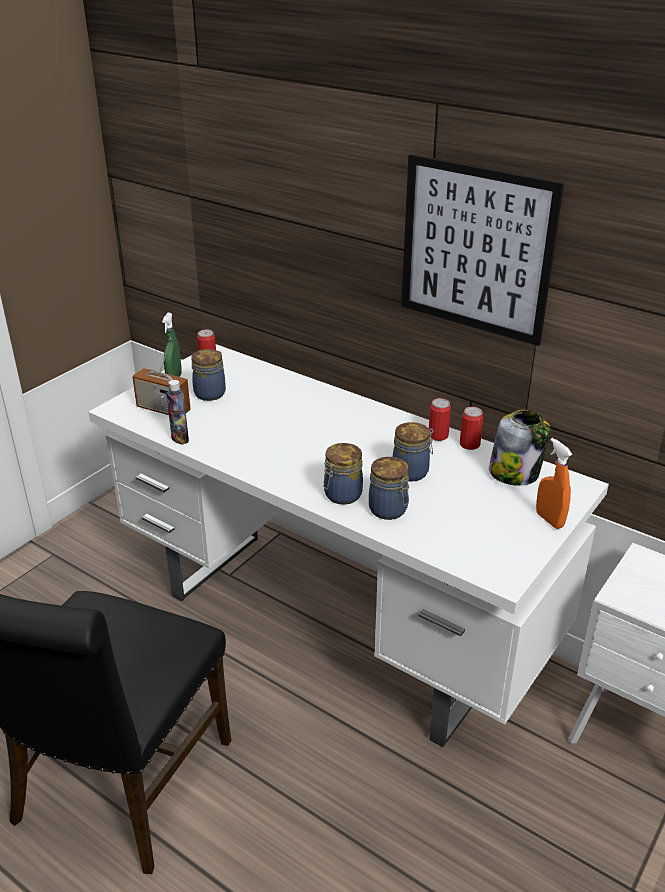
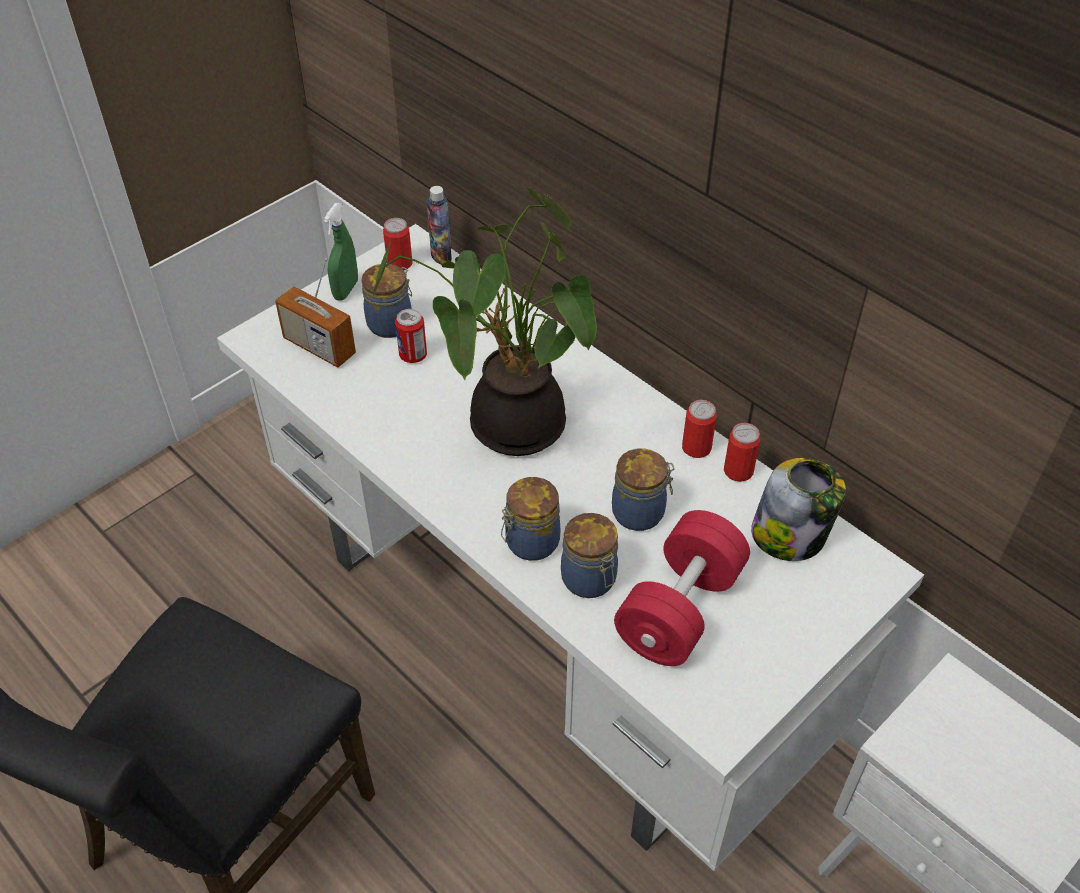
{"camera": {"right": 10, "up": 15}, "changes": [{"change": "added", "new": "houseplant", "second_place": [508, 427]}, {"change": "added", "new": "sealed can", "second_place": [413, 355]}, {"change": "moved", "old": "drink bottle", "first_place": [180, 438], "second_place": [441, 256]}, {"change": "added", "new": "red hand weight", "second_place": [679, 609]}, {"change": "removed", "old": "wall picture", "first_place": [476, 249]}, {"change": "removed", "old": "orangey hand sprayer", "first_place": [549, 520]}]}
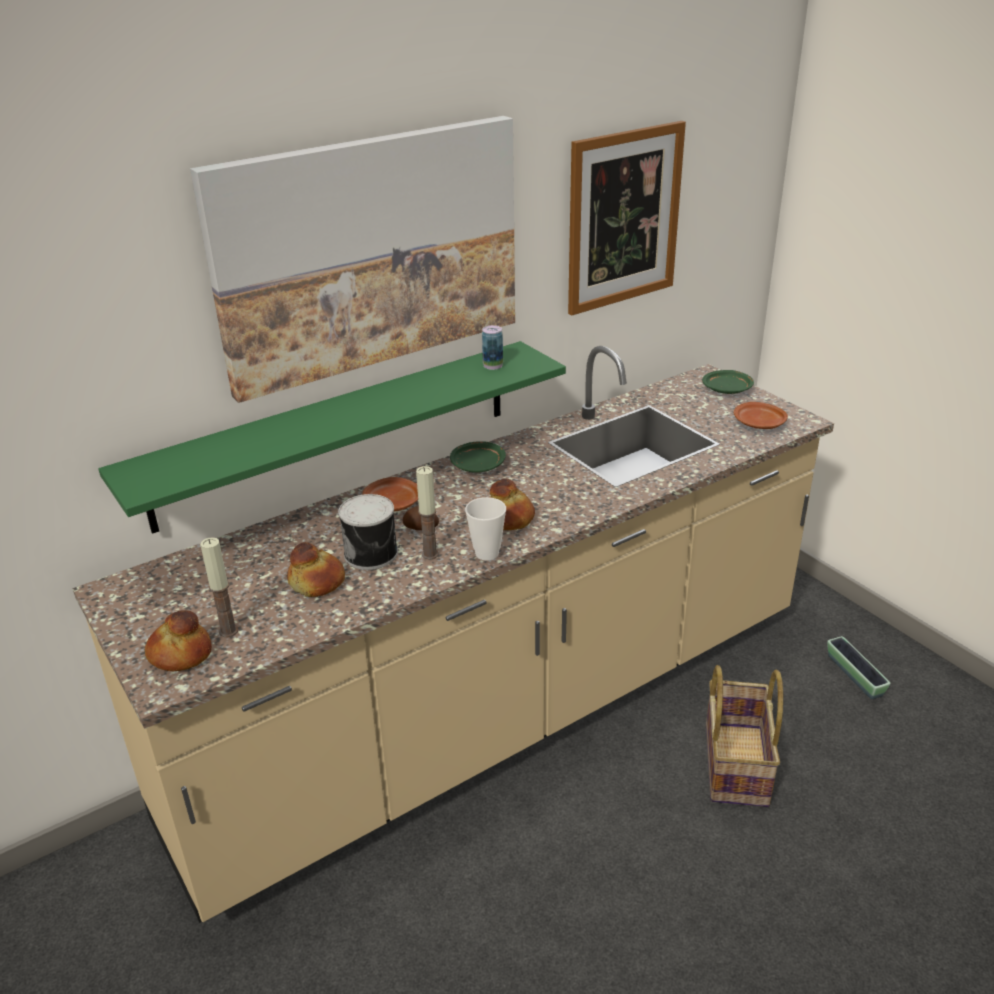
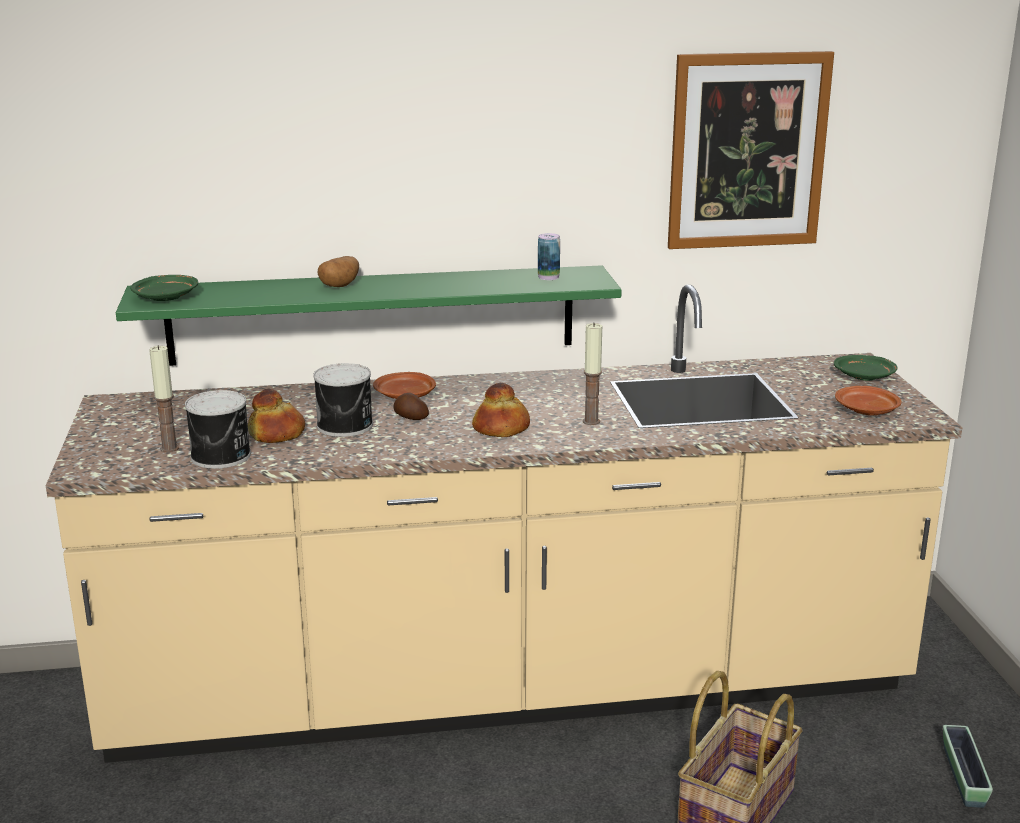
{"camera": {"right": 25, "up": -10}, "changes": [{"change": "moved", "old": "green flat dish", "first_place": [478, 465], "second_place": [166, 297]}, {"change": "added", "new": "sealed can", "second_place": [222, 456]}, {"change": "added", "new": "whole potato", "second_place": [340, 285]}, {"change": "moved", "old": "candle", "first_place": [430, 554], "second_place": [591, 421]}, {"change": "removed", "old": "bakery bread", "first_place": [179, 654]}, {"change": "removed", "old": "wall picture", "first_place": [369, 253]}, {"change": "removed", "old": "small cup", "first_place": [487, 553]}]}
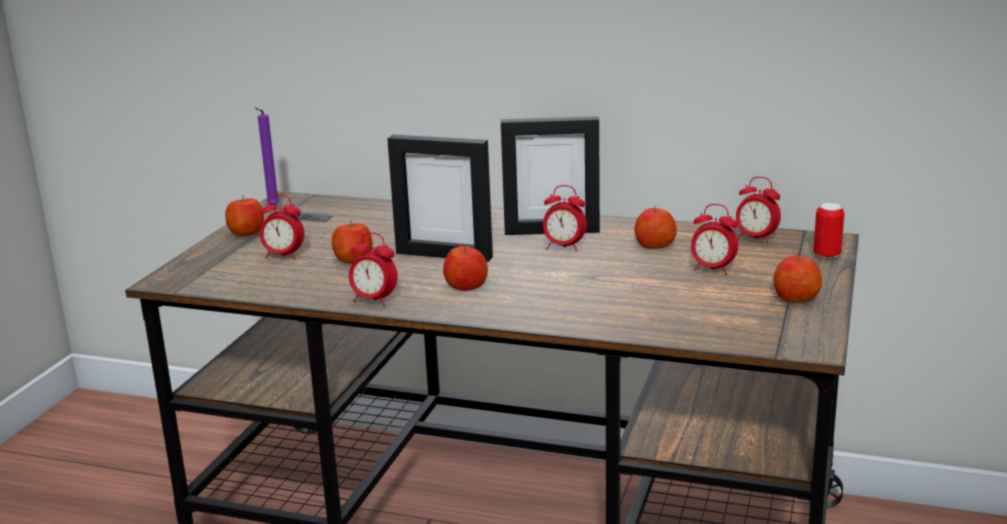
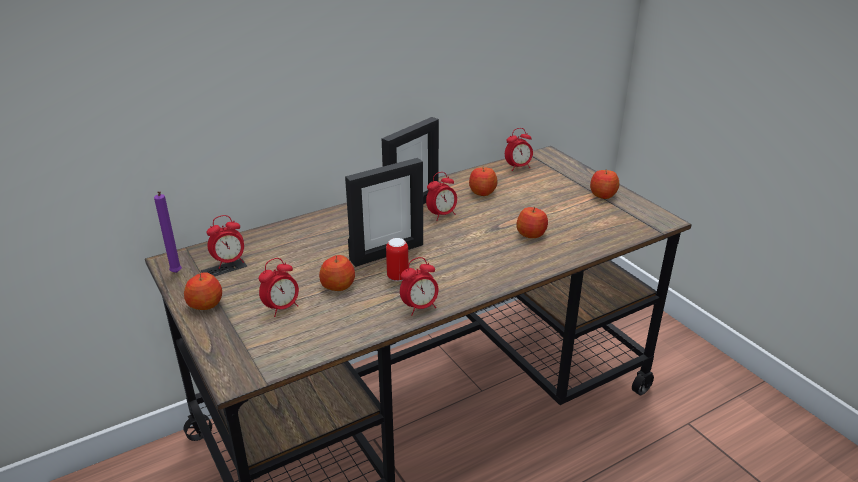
{"camera": {"right": -50, "up": 10}, "changes": [{"change": "moved", "old": "table clock", "first_place": [712, 270], "second_place": [229, 262]}, {"change": "moved", "old": "sealed can", "first_place": [827, 255], "second_place": [397, 277]}, {"change": "moved", "old": "whole apple", "first_place": [466, 286], "second_place": [531, 234]}]}
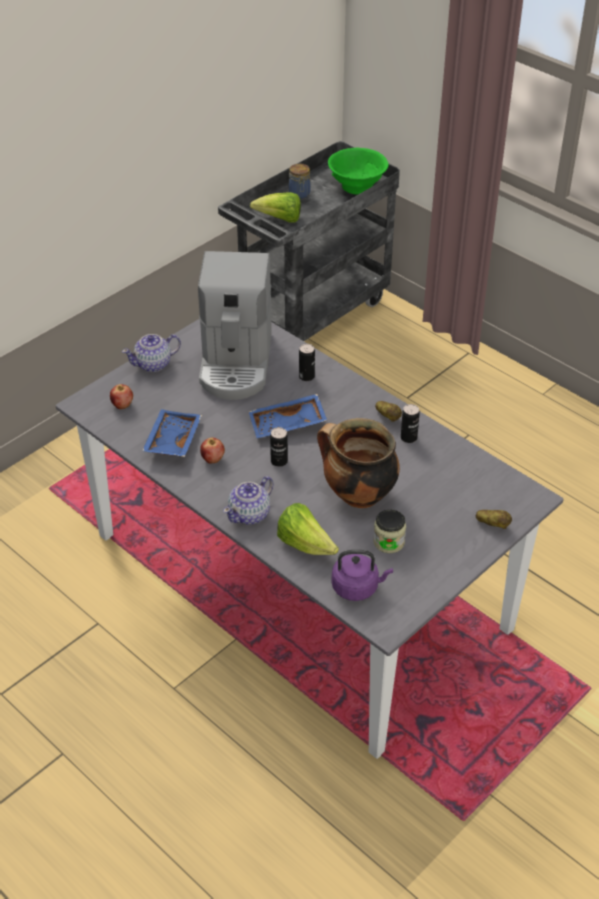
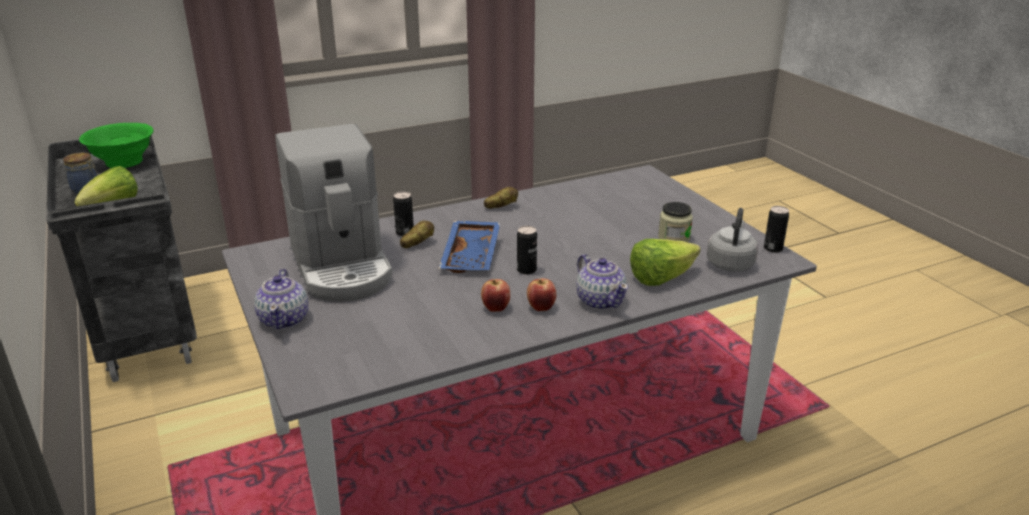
{"camera": {"right": -70, "up": -15}, "changes": [{"change": "turned", "old": "coffee brewer", "first_place": [236, 363], "second_place": [342, 266], "degrees": 45}, {"change": "moved", "old": "whole potato", "first_place": [493, 524], "second_place": [417, 244]}, {"change": "moved", "old": "whole apple", "first_place": [122, 405], "second_place": [541, 307]}, {"change": "recoloured", "old": "purple-coloured tea kettle", "new": "gray tea kettle", "first_place": [357, 587], "second_place": [730, 263]}, {"change": "moved", "old": "sealed can", "first_place": [408, 438], "second_place": [773, 248]}, {"change": "removed", "old": "blue carrying tray", "first_place": [171, 440]}, {"change": "removed", "old": "saucepot", "first_place": [357, 495]}]}
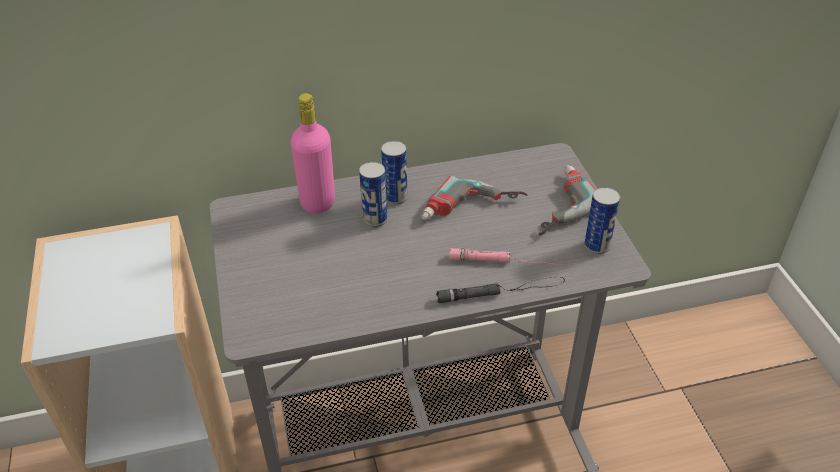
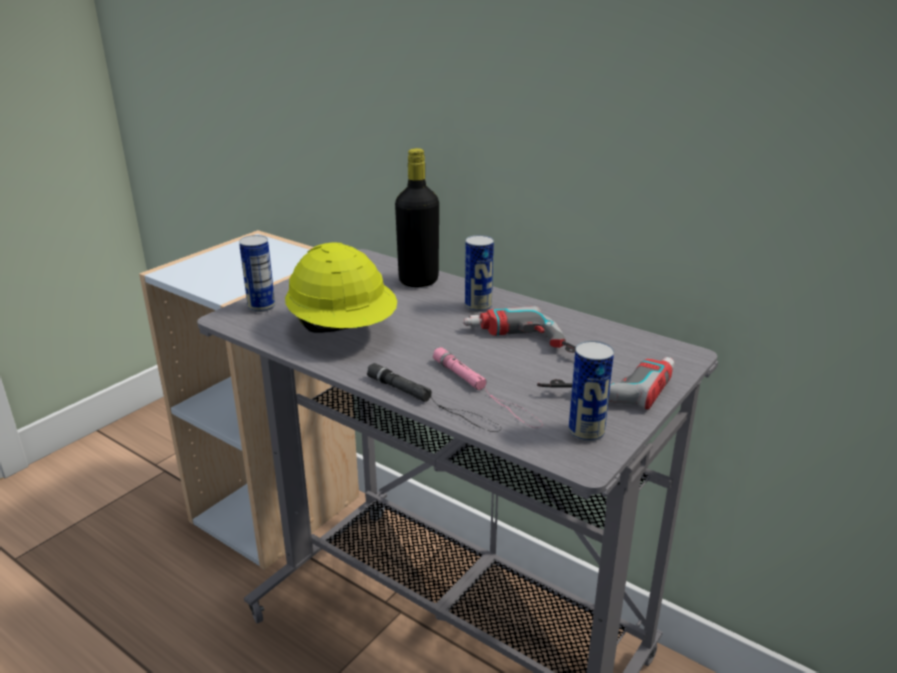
{"camera": {"right": 50, "up": -15}, "changes": [{"change": "moved", "old": "sealed can", "first_place": [375, 220], "second_place": [261, 306]}, {"change": "added", "new": "yellow-coloured work helmet", "second_place": [343, 330]}, {"change": "recoloured", "old": "pink-coloured drink bottle", "new": "blackish drink bottle", "first_place": [318, 203], "second_place": [418, 281]}]}
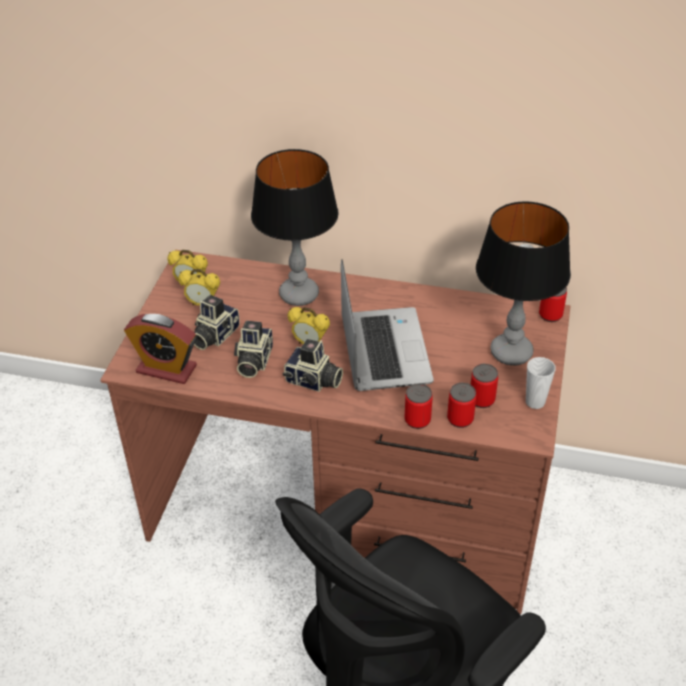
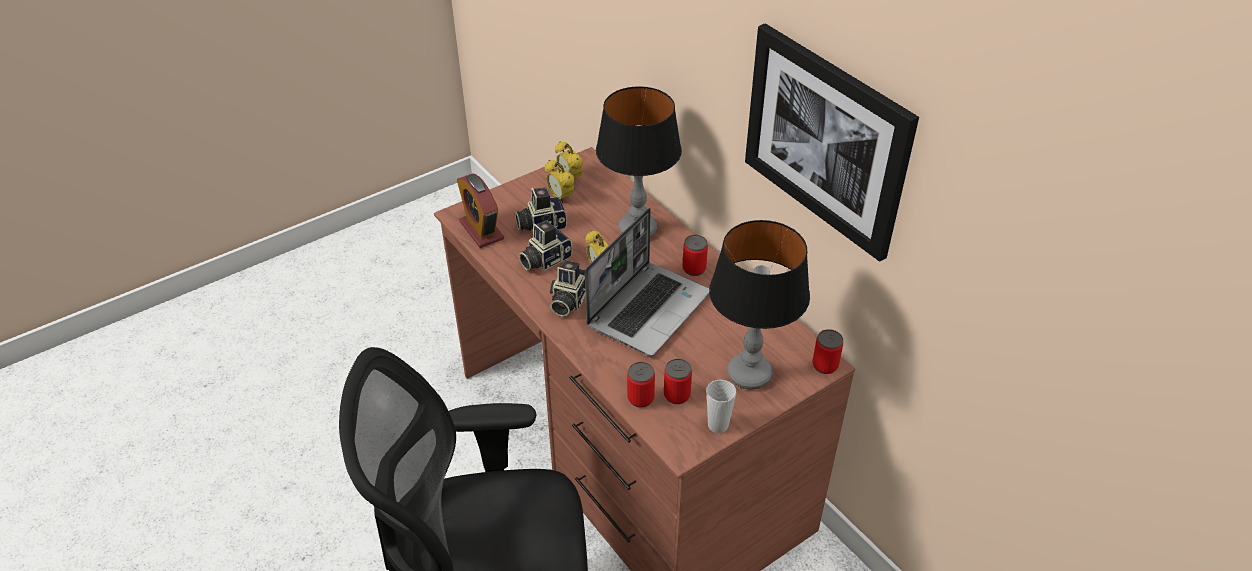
{"camera": {"right": 40, "up": 0}, "changes": [{"change": "turned", "old": "still camera", "first_place": [313, 381], "second_place": [568, 300], "degrees": 45}, {"change": "moved", "old": "sealed can", "first_place": [417, 420], "second_place": [694, 269]}, {"change": "added", "new": "wall picture", "second_place": [826, 140]}]}
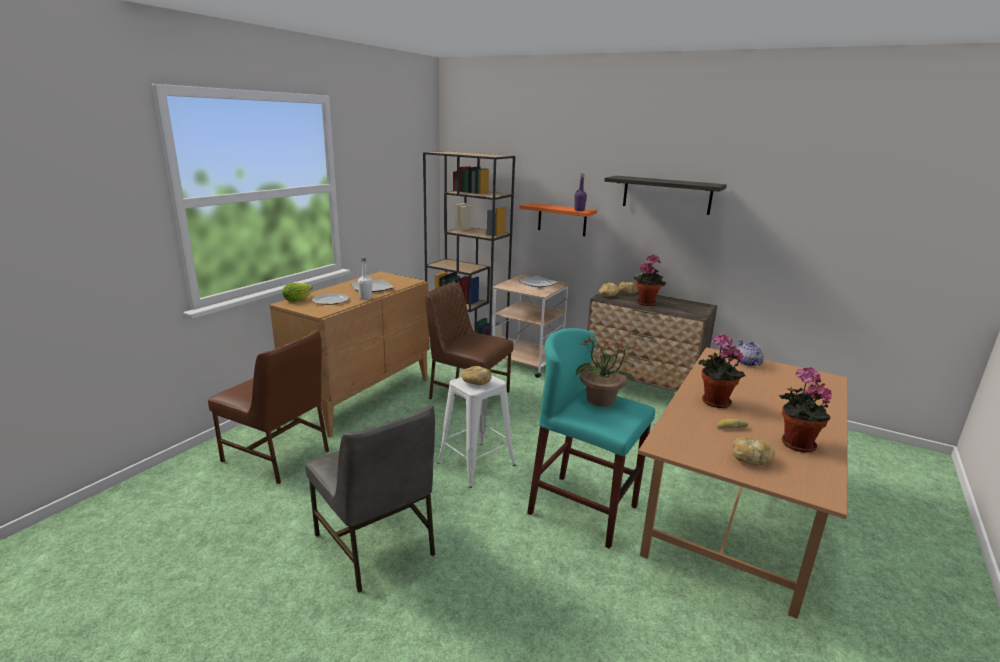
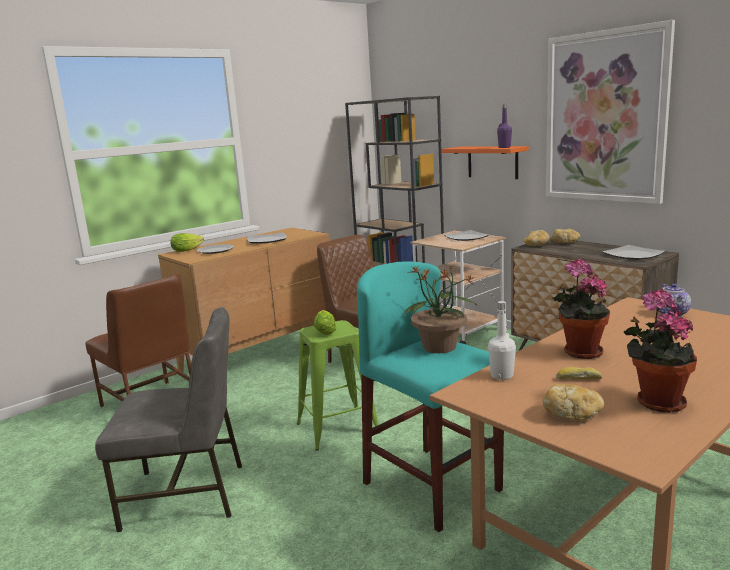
{"camera": {"right": 20, "up": -5}, "changes": [{"change": "turned", "old": "gray chair", "first_place": [376, 545], "second_place": [187, 495], "degrees": -75}, {"change": "recoloured", "old": "whitish stool", "new": "green stool", "first_place": [475, 464], "second_place": [337, 428]}, {"change": "replaced", "old": "bakery bread", "new": "lettuce head", "first_place": [475, 382], "second_place": [326, 330]}, {"change": "moved", "old": "whitish drink bottle", "first_place": [365, 298], "second_place": [502, 375]}, {"change": "replaced", "old": "shelf", "new": "wall picture", "first_place": [666, 195], "second_place": [605, 117]}, {"change": "added", "new": "flat dish", "second_place": [633, 255]}, {"change": "removed", "old": "houseplant", "first_place": [646, 302]}]}
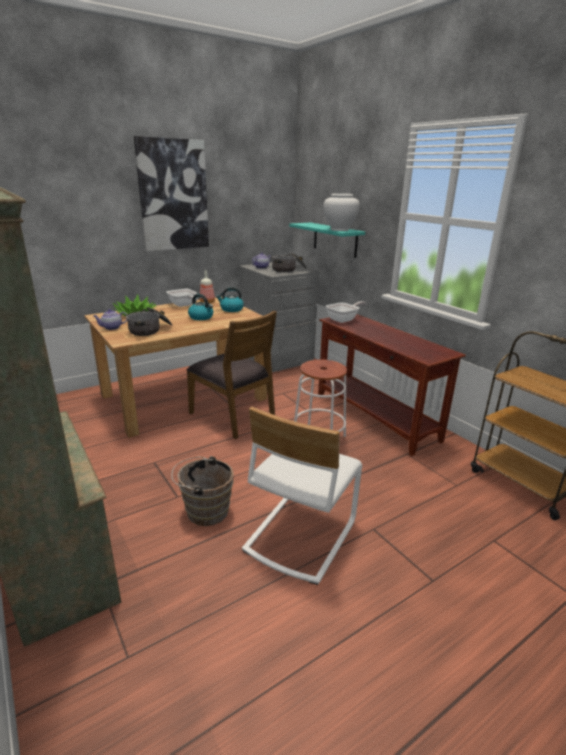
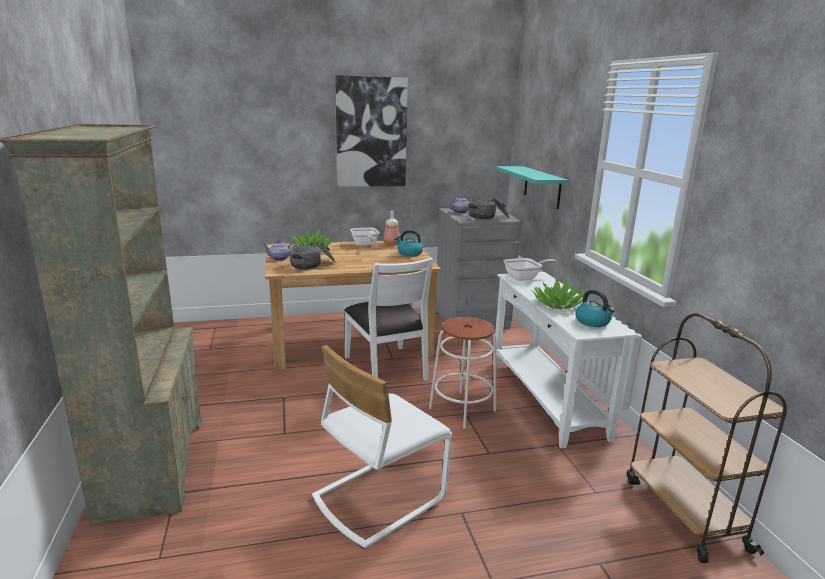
{"camera": {"right": 20, "up": -5}, "changes": [{"change": "recoloured", "old": "brownish chair", "new": "whitish chair", "first_place": [233, 416], "second_place": [387, 368]}, {"change": "recoloured", "old": "brownish narrow table", "new": "whitish narrow table", "first_place": [376, 417], "second_place": [546, 398]}, {"change": "added", "new": "houseplant", "second_place": [558, 304]}, {"change": "moved", "old": "tea kettle", "first_place": [201, 317], "second_place": [593, 322]}, {"change": "removed", "old": "brownish bucket", "first_place": [204, 511]}, {"change": "removed", "old": "whitish decorative vase", "first_place": [339, 229]}]}
